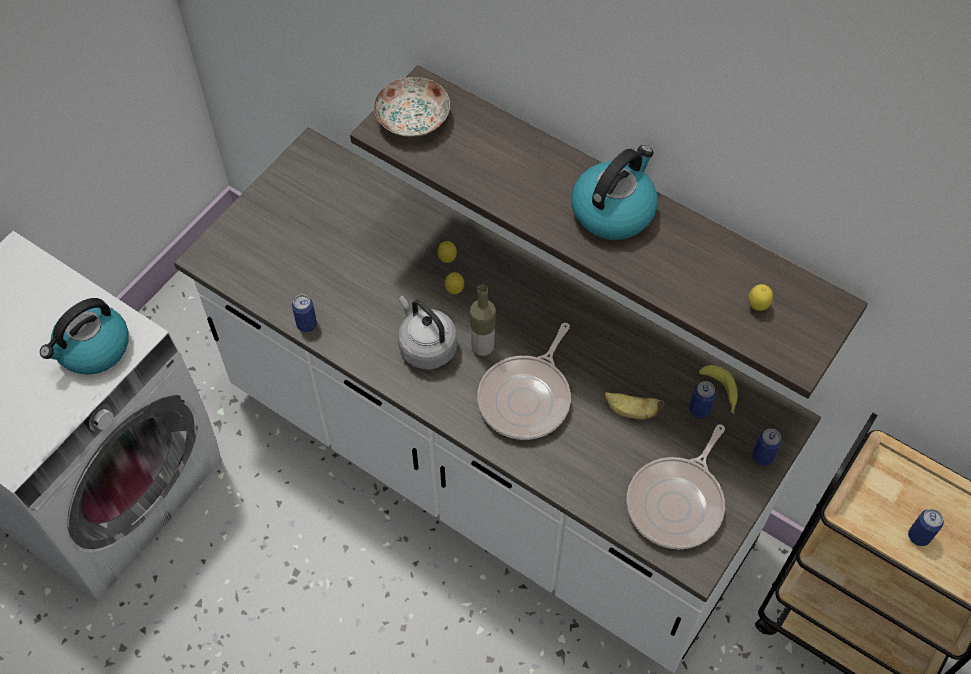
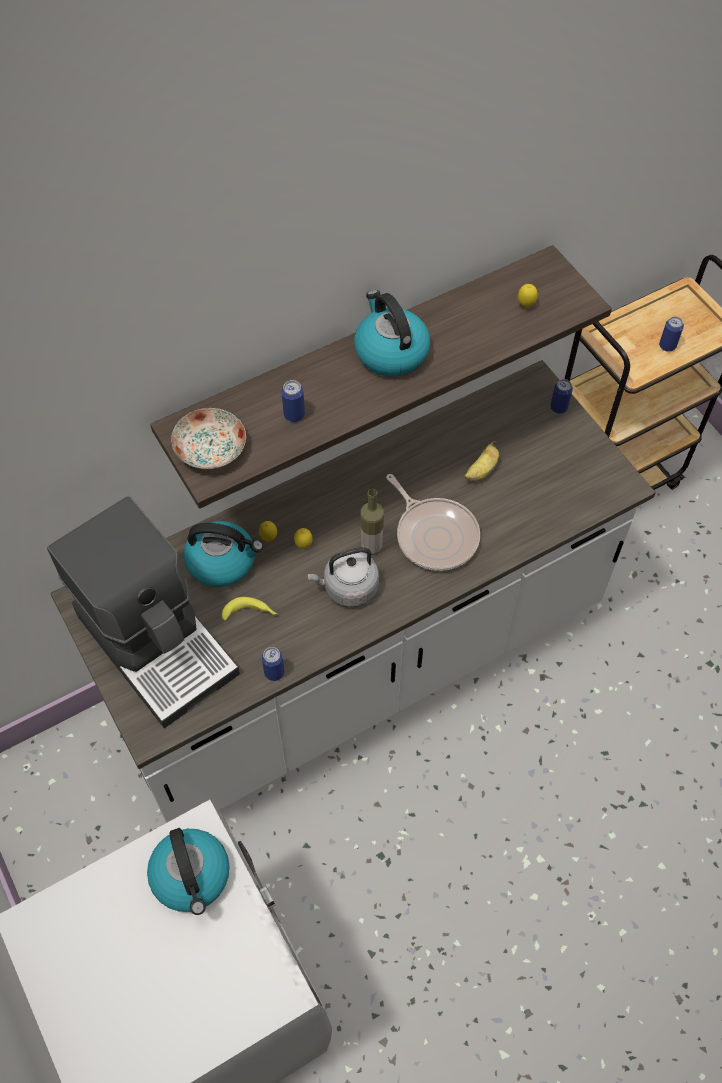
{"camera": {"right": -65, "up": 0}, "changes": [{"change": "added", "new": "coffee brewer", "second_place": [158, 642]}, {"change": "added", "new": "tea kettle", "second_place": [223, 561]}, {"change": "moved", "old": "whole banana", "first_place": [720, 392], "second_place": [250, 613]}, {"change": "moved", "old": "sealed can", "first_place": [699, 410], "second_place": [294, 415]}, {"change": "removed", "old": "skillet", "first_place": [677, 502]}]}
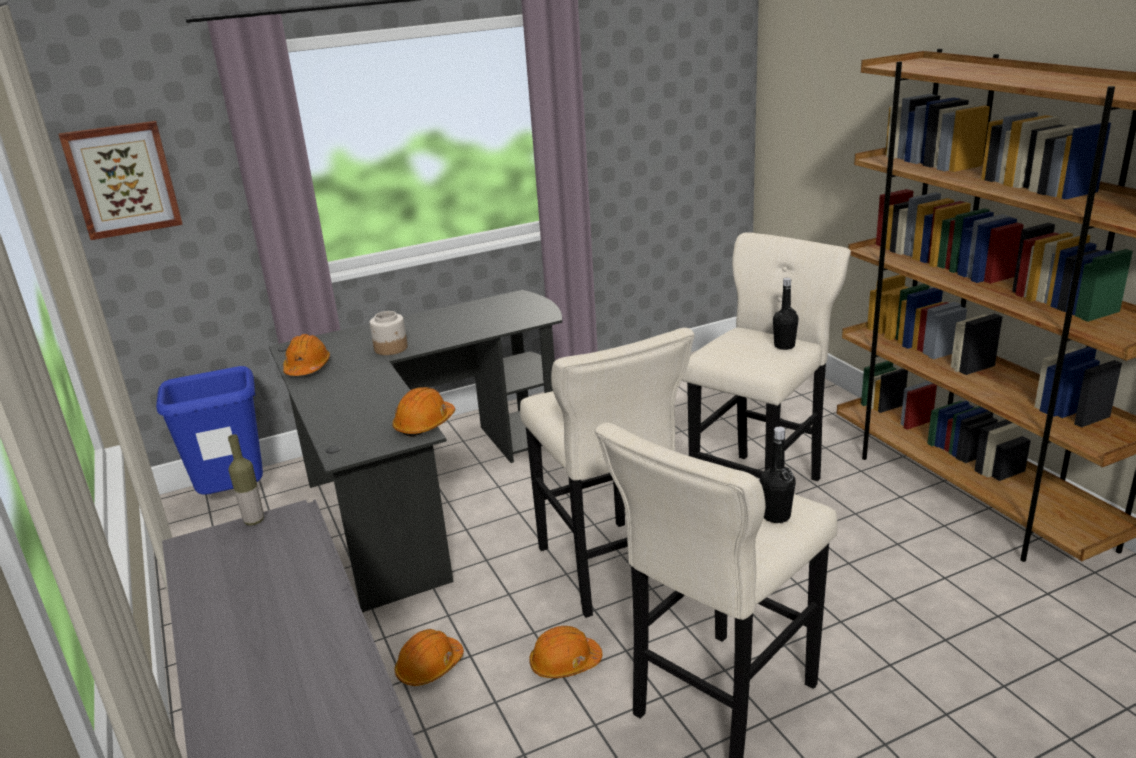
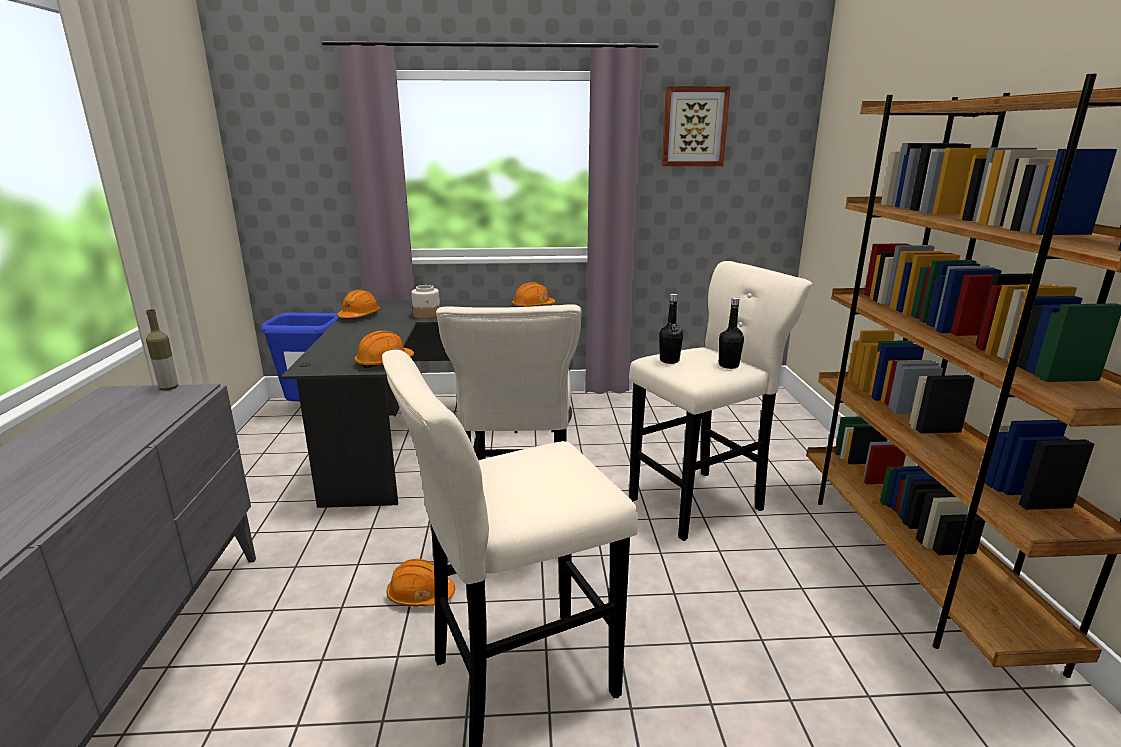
{"camera": {"right": 20, "up": -5}, "changes": [{"change": "moved", "old": "orangey work helmet", "first_place": [429, 667], "second_place": [533, 307]}, {"change": "moved", "old": "blackish drink bottle", "first_place": [776, 516], "second_place": [669, 360]}, {"change": "moved", "old": "wall picture", "first_place": [123, 179], "second_place": [694, 127]}]}
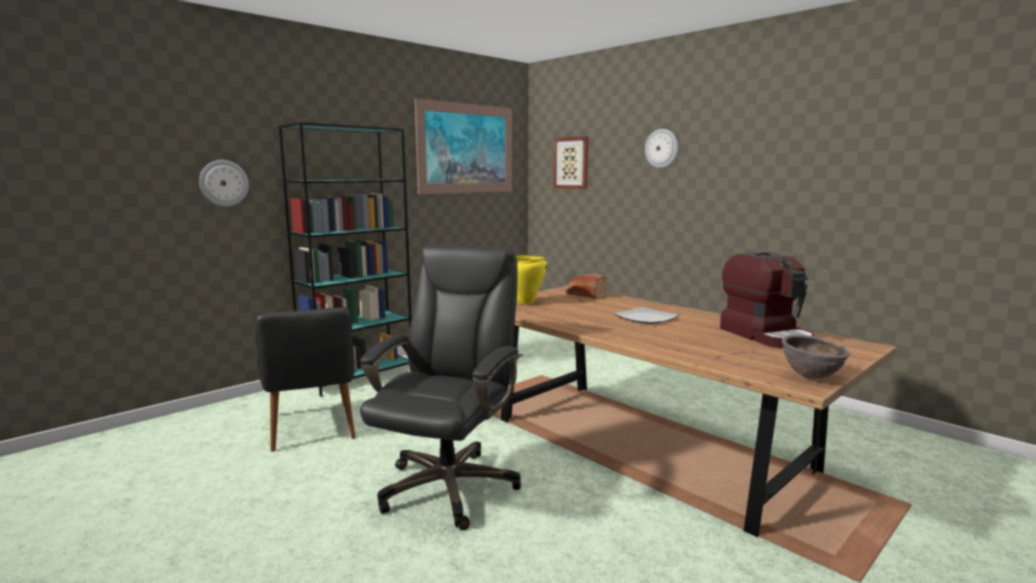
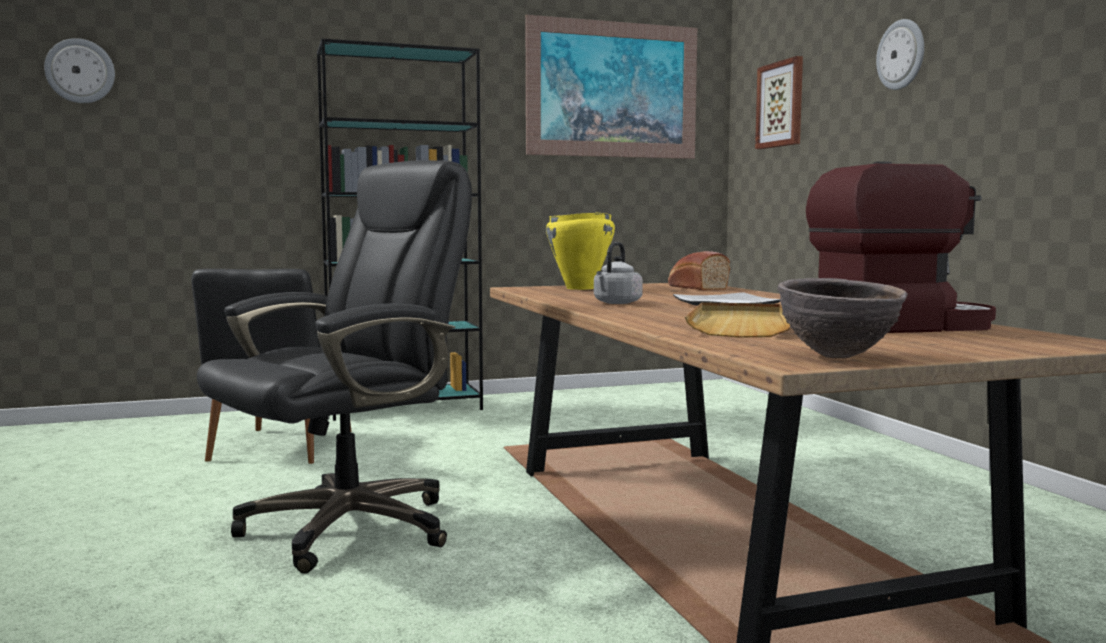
{"camera": {"right": 25, "up": -5}, "changes": [{"change": "moved", "old": "hanging clock", "first_place": [223, 183], "second_place": [80, 71]}, {"change": "added", "new": "gray tea kettle", "second_place": [616, 303]}, {"change": "added", "new": "beige carrying tray", "second_place": [740, 326]}, {"change": "turned", "old": "coffee brewer", "first_place": [767, 335], "second_place": [899, 325], "degrees": -105}]}
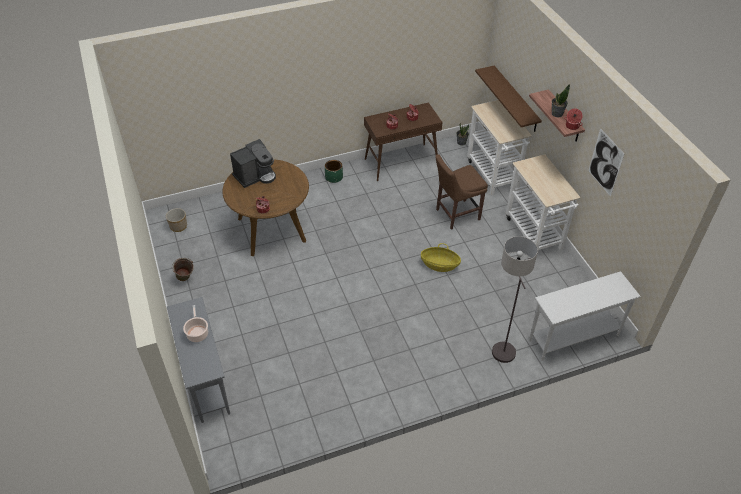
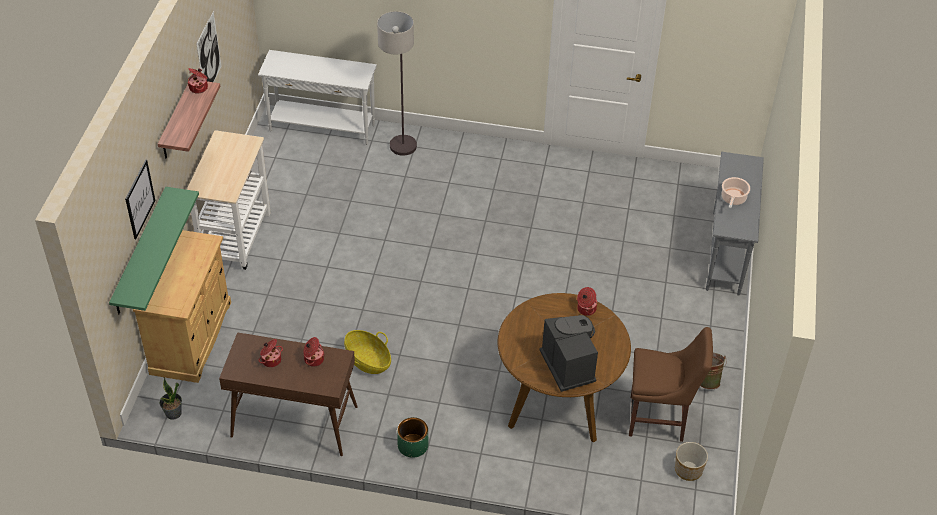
{"camera": {"right": -150, "up": 0}, "changes": [{"change": "recoloured", "old": "brownish shelf", "new": "green shelf", "first_place": [515, 99], "second_place": [140, 252]}, {"change": "added", "new": "wall picture", "second_place": [139, 199]}, {"change": "replaced", "old": "whitish cart", "new": "beige cupboard", "first_place": [493, 174], "second_place": [191, 337]}, {"change": "moved", "old": "basket", "first_place": [439, 265], "second_place": [368, 360]}, {"change": "turned", "old": "coffee brewer", "first_place": [255, 176], "second_place": [568, 365], "degrees": 75}, {"change": "moved", "old": "brownish chair", "first_place": [455, 215], "second_place": [660, 419]}, {"change": "removed", "old": "houseplant", "first_place": [556, 114]}]}
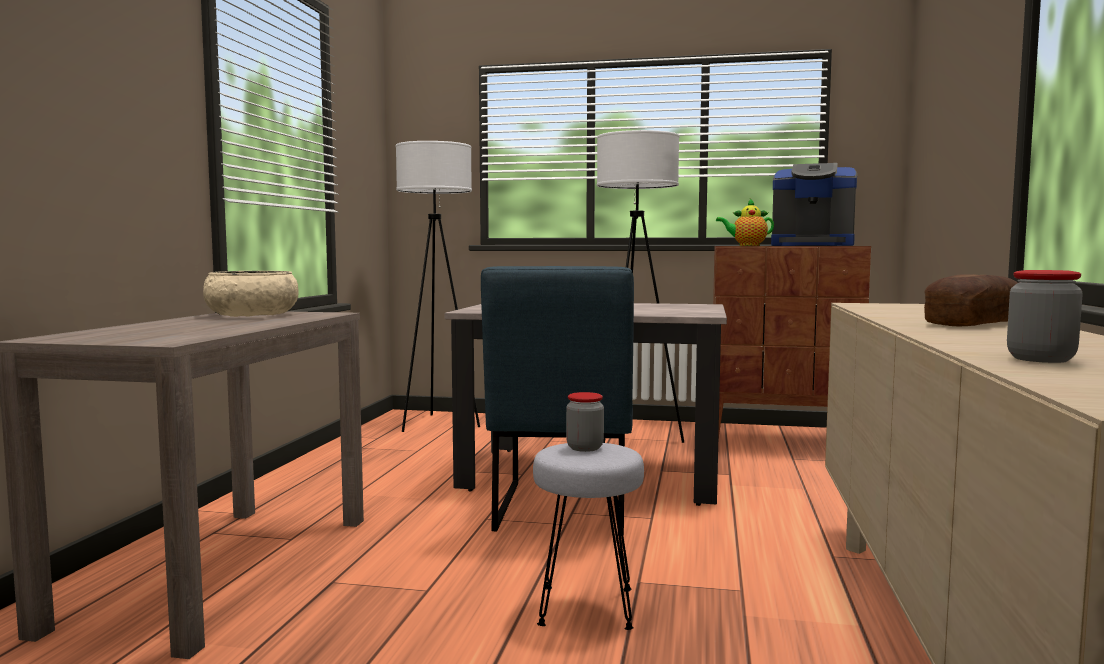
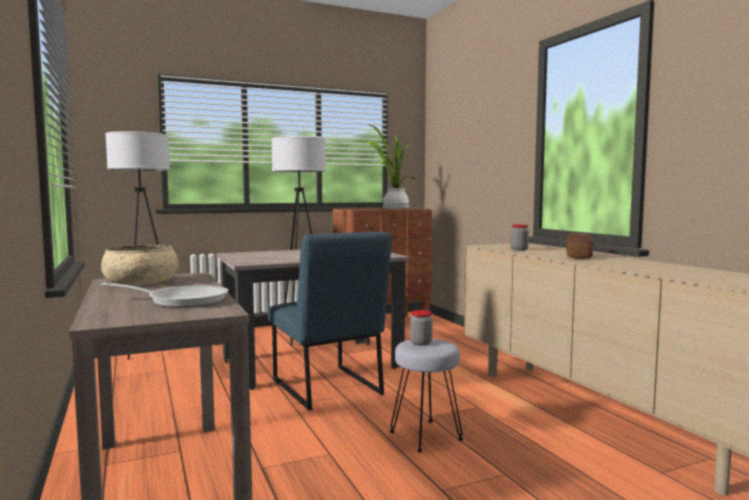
{"camera": {"right": -35, "up": 0}, "changes": [{"change": "added", "new": "skillet", "second_place": [181, 301]}, {"change": "replaced", "old": "coffee brewer", "new": "houseplant", "first_place": [812, 245], "second_place": [393, 208]}, {"change": "moved", "old": "storage jar", "first_place": [1040, 359], "second_place": [519, 249]}, {"change": "removed", "old": "pot for tea", "first_place": [746, 245]}]}
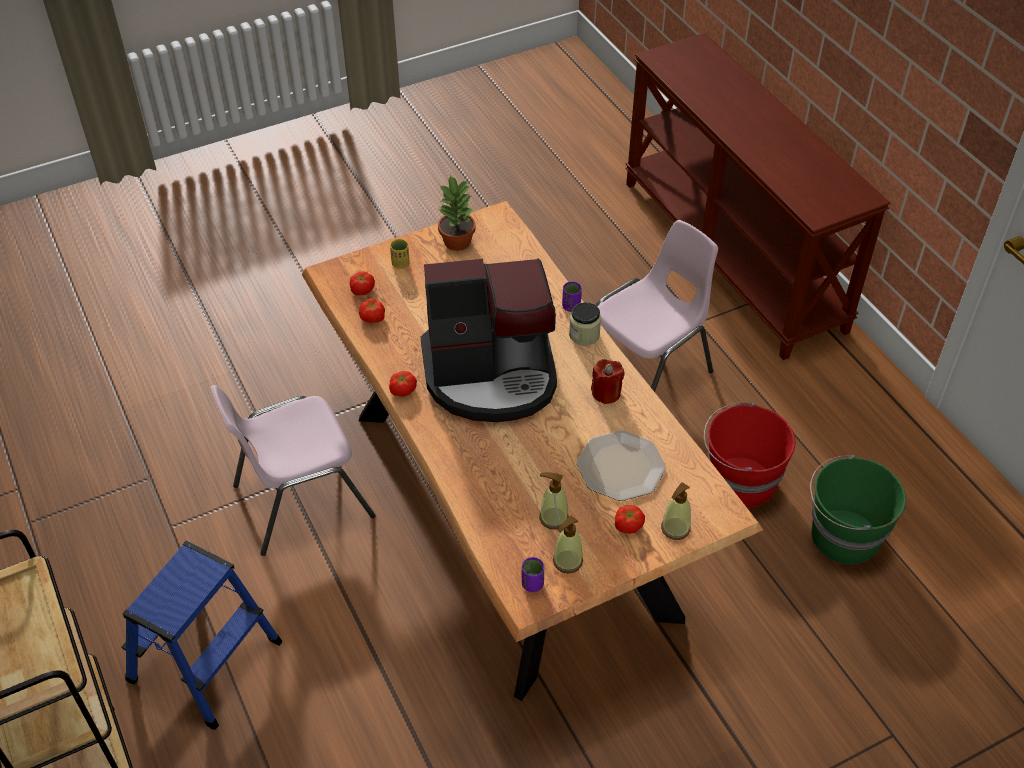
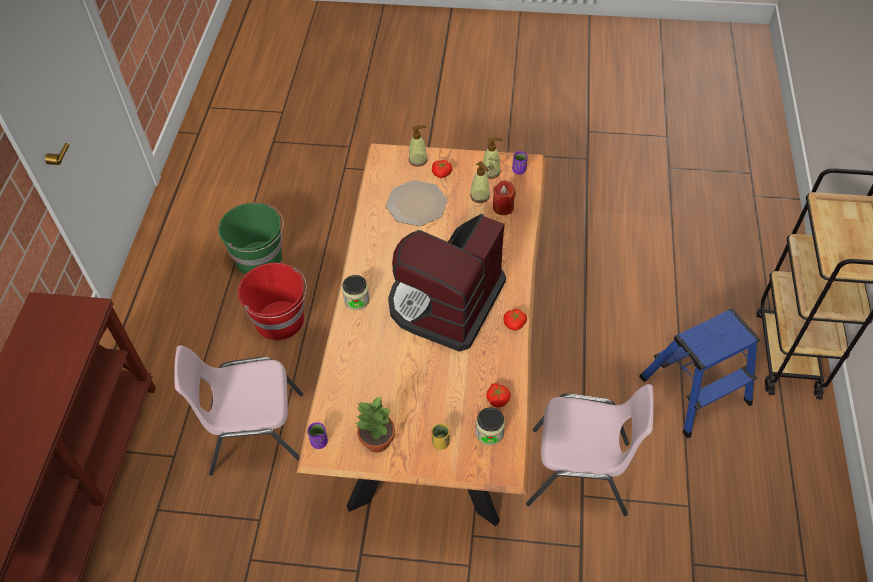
{"camera": {"right": -145, "up": 5}, "changes": [{"change": "moved", "old": "purple-coloured small cup", "first_place": [571, 307], "second_place": [319, 442]}, {"change": "turned", "old": "coffee brewer", "first_place": [491, 375], "second_place": [445, 303], "degrees": -90}, {"change": "replaced", "old": "tomato", "new": "storage jar", "first_place": [362, 289], "second_place": [489, 433]}, {"change": "moved", "old": "red candle", "first_place": [606, 393], "second_place": [503, 207]}]}
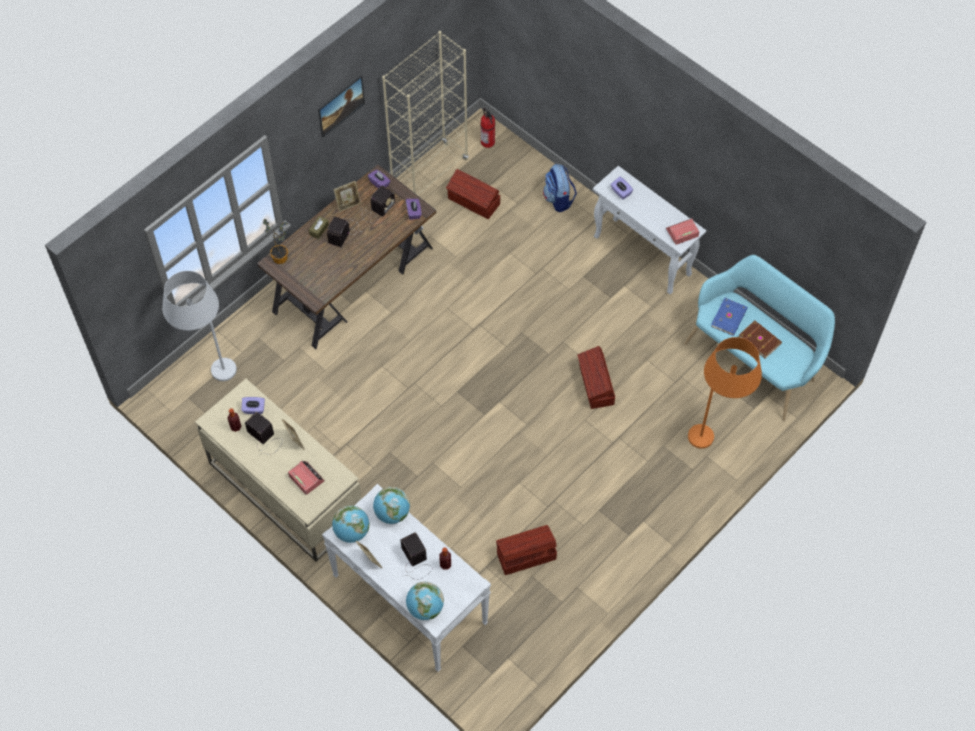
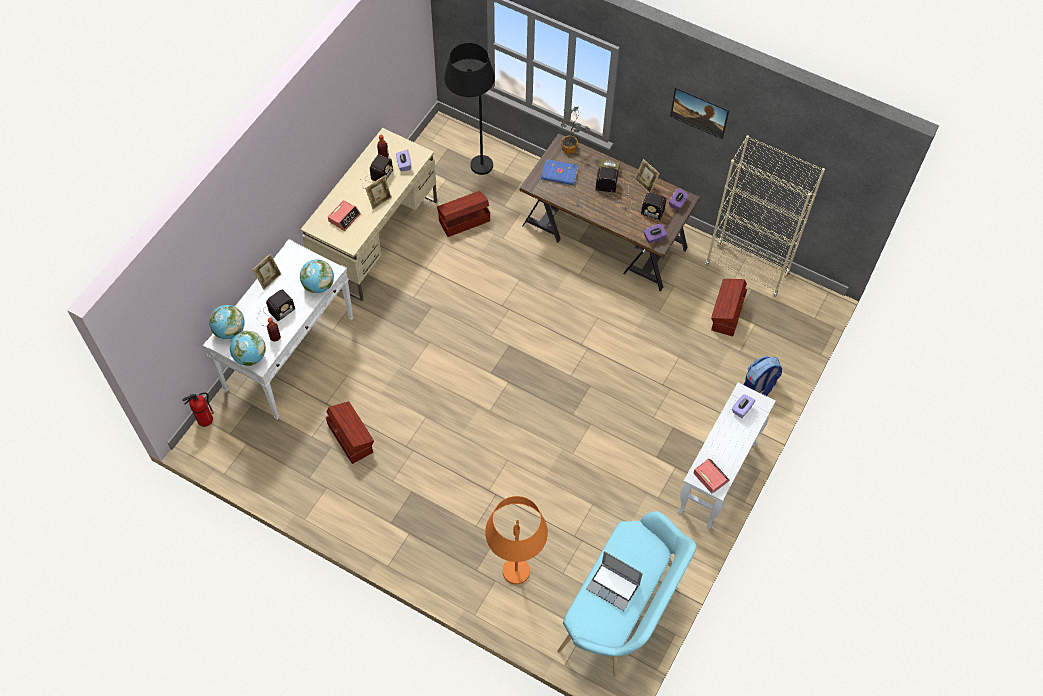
{"camera": {"right": 75, "up": 0}, "changes": [{"change": "moved", "old": "fire extinguisher", "first_place": [488, 142], "second_place": [204, 420]}, {"change": "moved", "old": "world globe", "first_place": [352, 532], "second_place": [250, 357]}, {"change": "moved", "old": "brownish storage bin", "first_place": [595, 385], "second_place": [463, 220]}, {"change": "recoloured", "old": "whitish standard lamp", "new": "blackish standard lamp", "first_place": [211, 377], "second_place": [472, 159]}, {"change": "moved", "old": "blue volume", "first_place": [729, 318], "second_place": [559, 174]}, {"change": "replaced", "old": "brownish volume", "new": "notebook computer", "first_place": [760, 339], "second_place": [613, 586]}]}
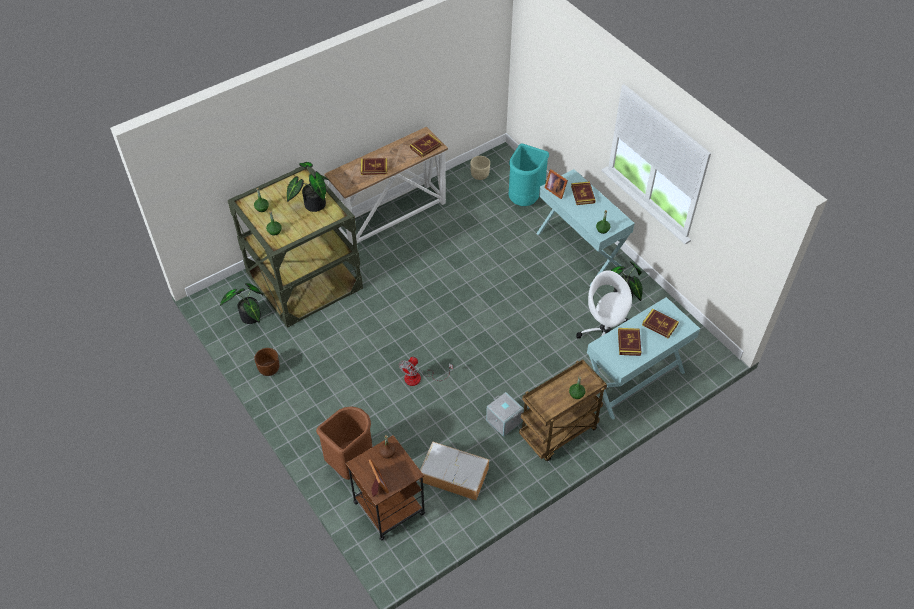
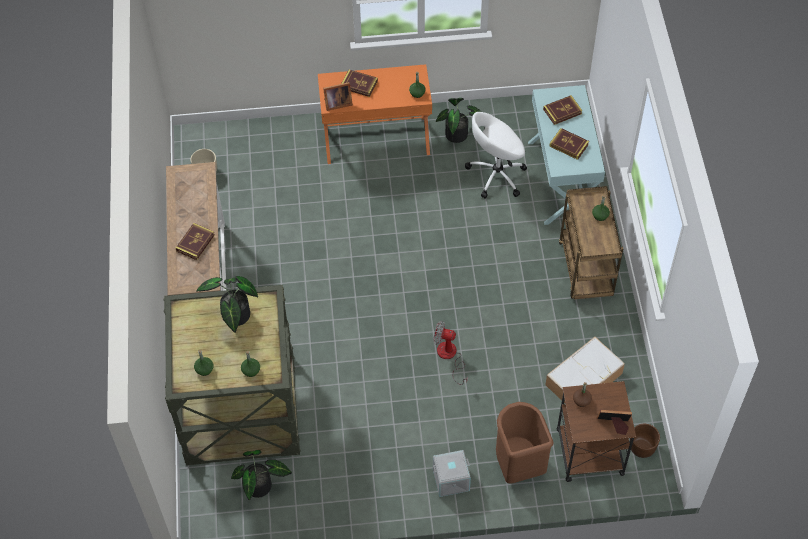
{"camera": {"right": -60, "up": 5}, "changes": [{"change": "recoloured", "old": "turquoise desk", "new": "orangey desk", "first_place": [580, 250], "second_place": [376, 139]}, {"change": "turned", "old": "electric fan", "first_place": [419, 378], "second_place": [449, 357], "degrees": 135}, {"change": "moved", "old": "gray storage bin", "first_place": [503, 421], "second_place": [451, 480]}, {"change": "moved", "old": "brownish plant pot", "first_place": [269, 368], "second_place": [641, 447]}, {"change": "removed", "old": "volume", "first_place": [425, 147]}, {"change": "removed", "old": "turquoise rubbish bin", "first_place": [525, 199]}]}
